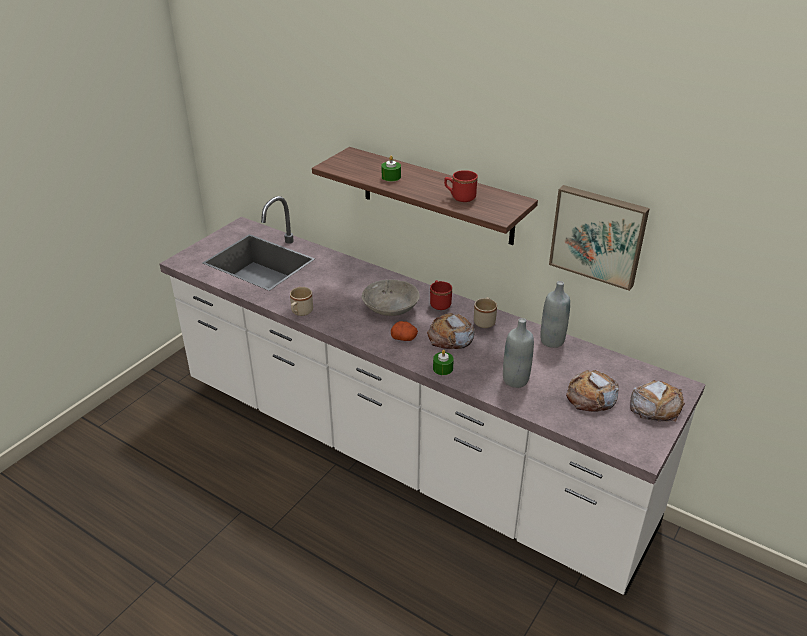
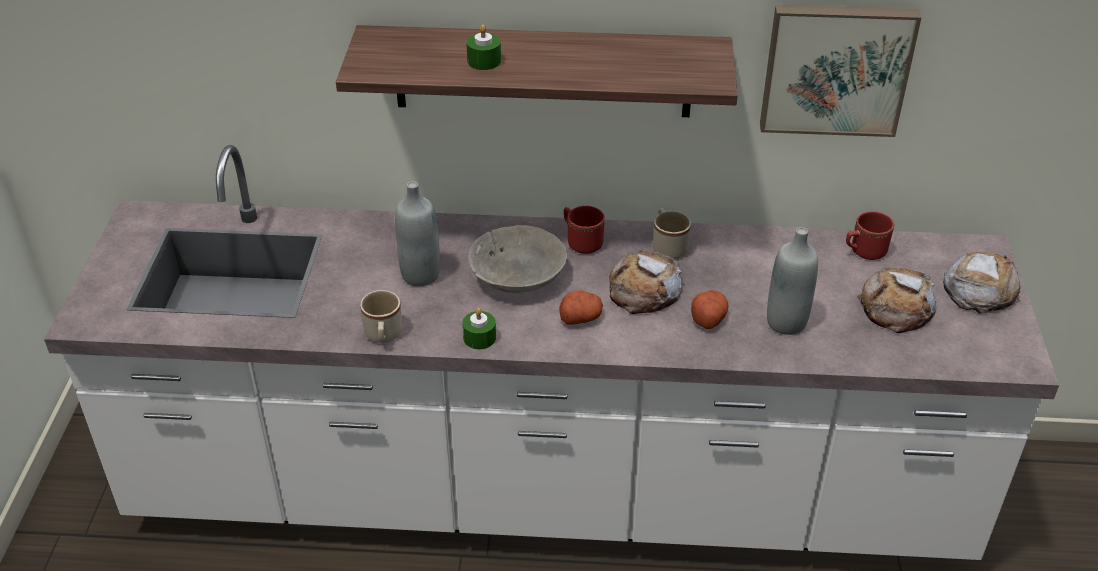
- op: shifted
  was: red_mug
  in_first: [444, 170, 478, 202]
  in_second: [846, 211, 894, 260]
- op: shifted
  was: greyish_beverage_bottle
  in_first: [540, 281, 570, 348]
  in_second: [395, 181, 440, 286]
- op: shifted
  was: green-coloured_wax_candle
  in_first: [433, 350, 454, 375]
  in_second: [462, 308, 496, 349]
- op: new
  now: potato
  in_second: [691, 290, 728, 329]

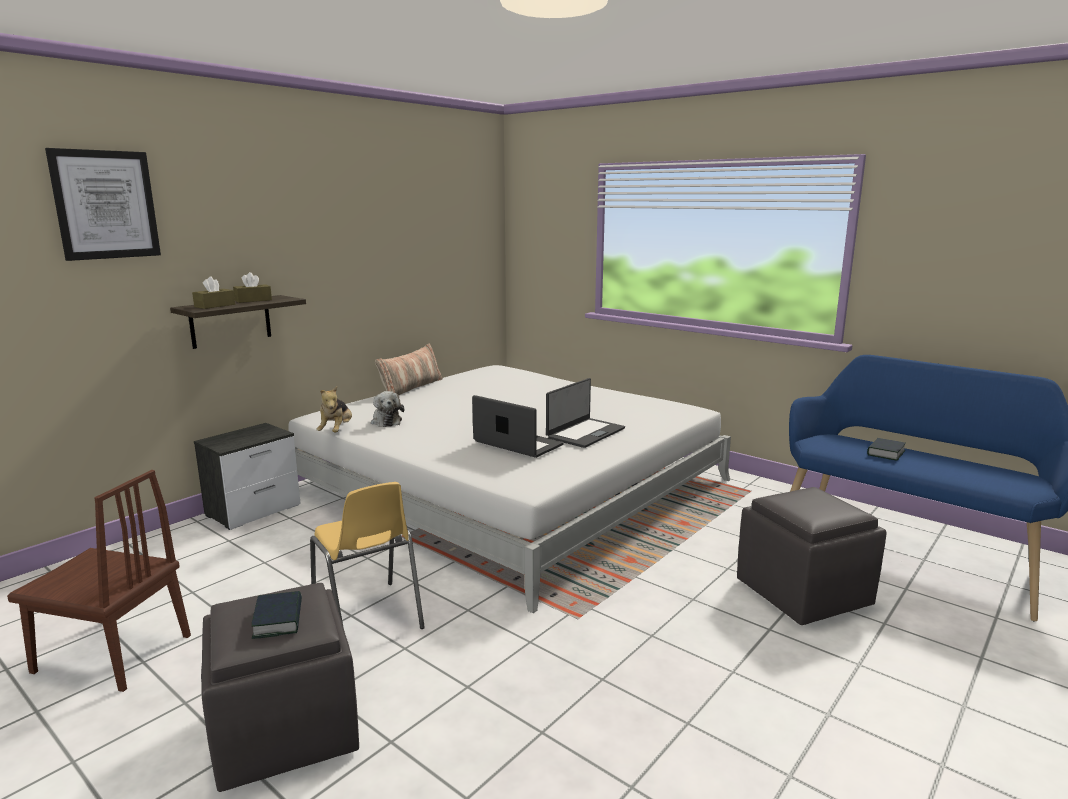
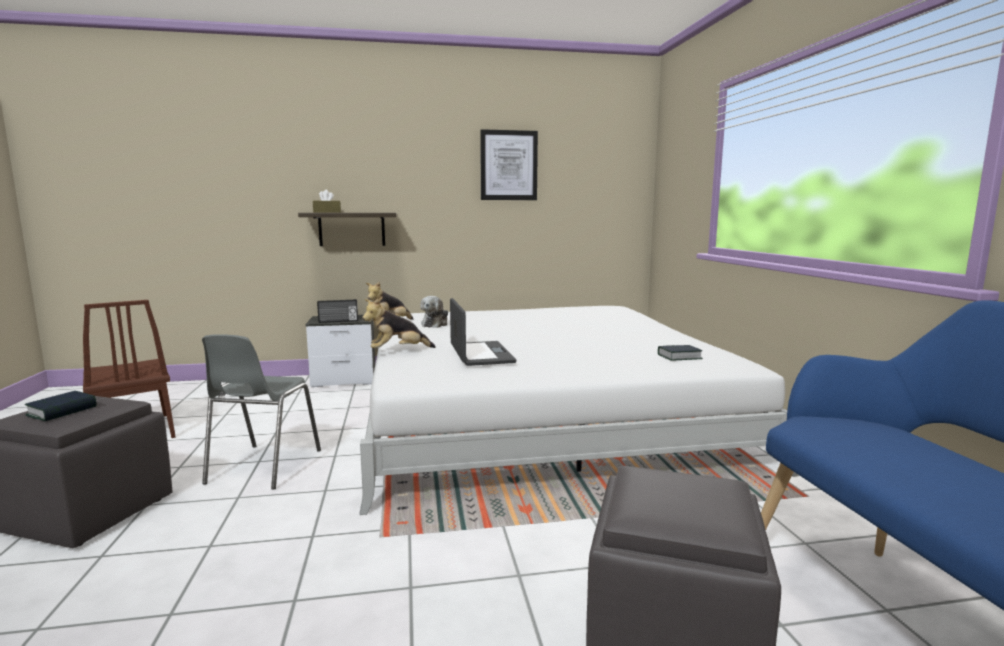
- op: shifted
  was: wall_picture
  in_first: [45, 148, 161, 261]
  in_second: [480, 129, 538, 200]
- op: gone
  was: brown_tissue_holder
  in_first: [233, 272, 272, 303]
- op: gone
  was: throw_pillow
  in_first: [375, 344, 443, 396]
- op: gone
  was: notebook_computer
  in_first: [546, 378, 625, 448]
- op: shifted
  was: volume
  in_first: [867, 438, 905, 461]
  in_second: [658, 345, 703, 361]
- op: repainted
  was: yellow-coloured_chair
  now: greyish_chair
  in_first: [310, 482, 425, 629]
  in_second: [202, 334, 321, 490]
- op: new
  now: radio
  in_second: [317, 299, 358, 323]
- op: new
  now: cuddly_toy
  in_second: [362, 299, 436, 348]

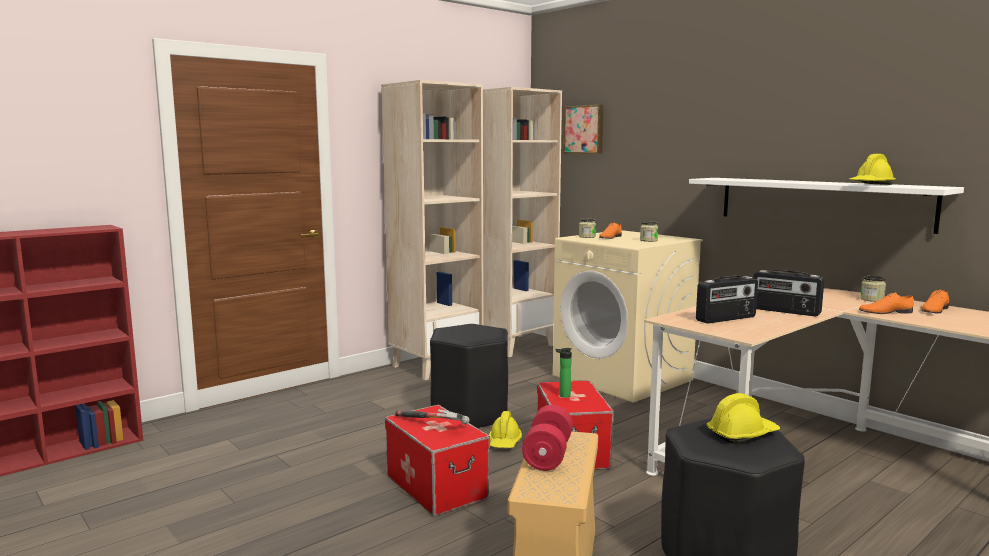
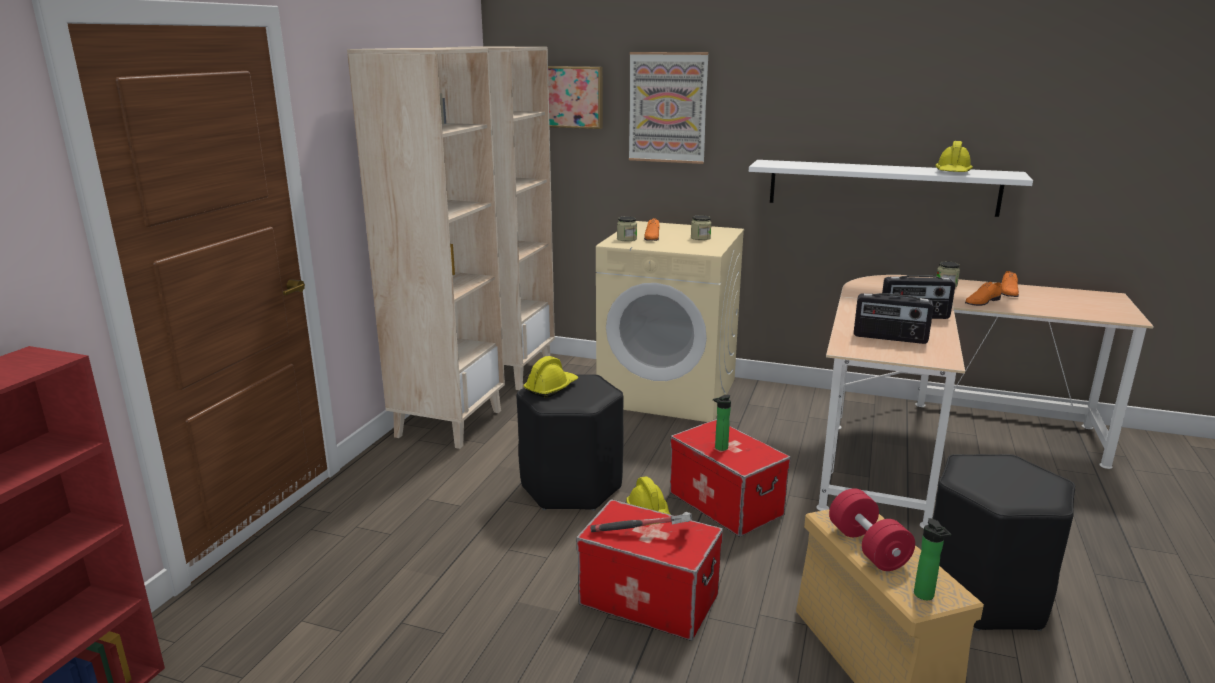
- op: rotated
  was: radio
  in_first: [696, 276, 758, 324]
  in_second: [854, 293, 933, 344]
  clockwise: 75
- op: shifted
  was: yellow-coloured_work_helmet
  in_first: [707, 393, 780, 444]
  in_second: [524, 356, 578, 398]
- op: new
  now: wall_picture
  in_second: [629, 52, 709, 164]
- op: new
  now: beverage_bottle
  in_second: [914, 518, 951, 600]

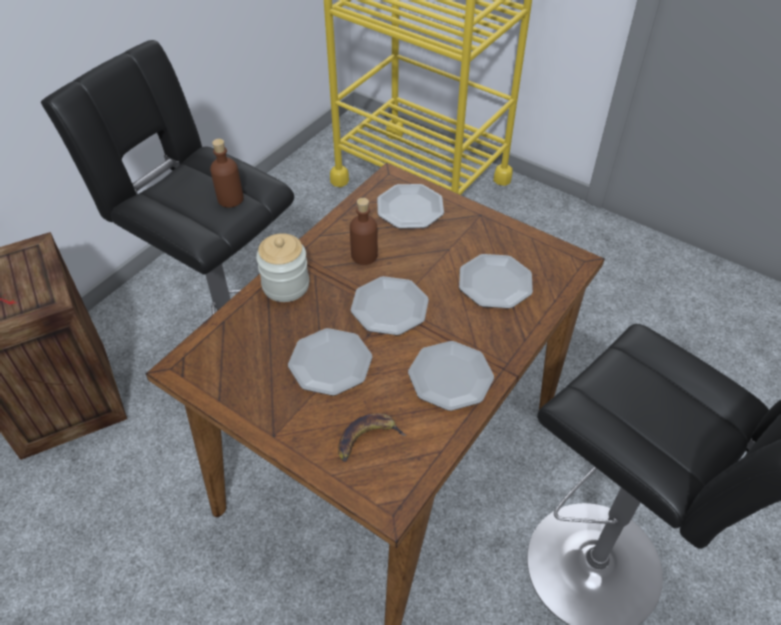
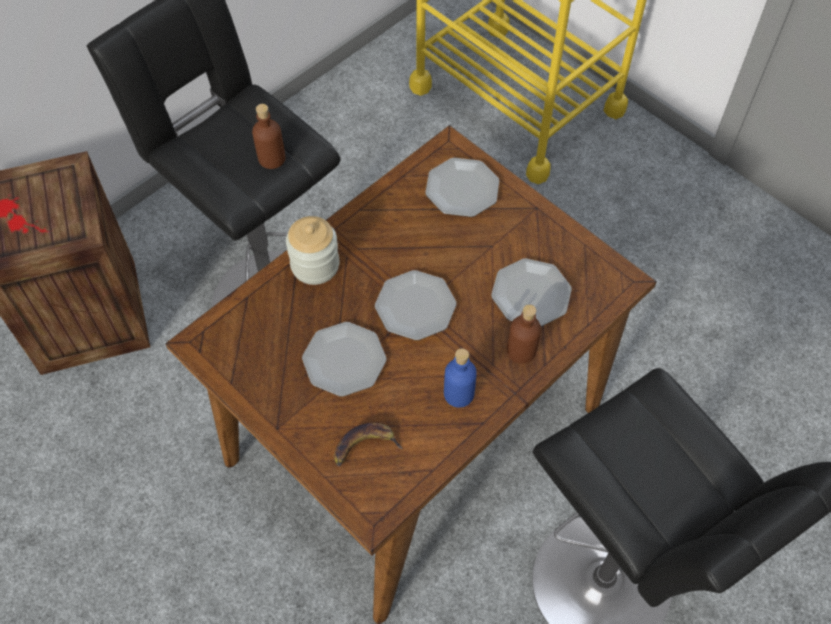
- op: shifted
  was: brown_beverage_bottle
  in_first: [350, 198, 378, 265]
  in_second: [507, 304, 541, 364]
- op: swapped
  was: plate
  now: blue-coloured_beverage_bottle
  in_first: [408, 341, 494, 411]
  in_second: [444, 348, 477, 408]

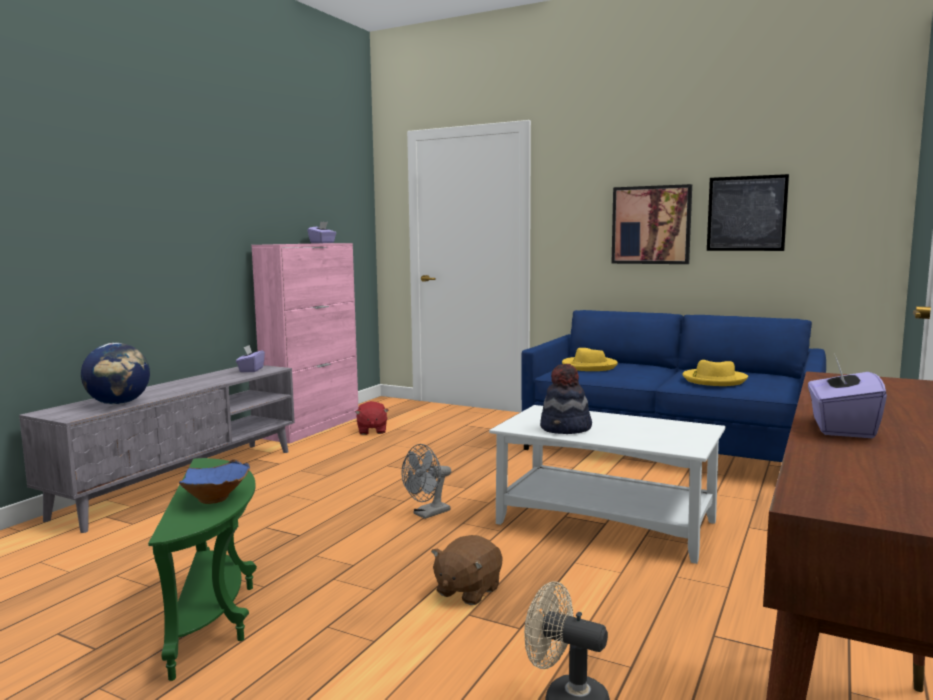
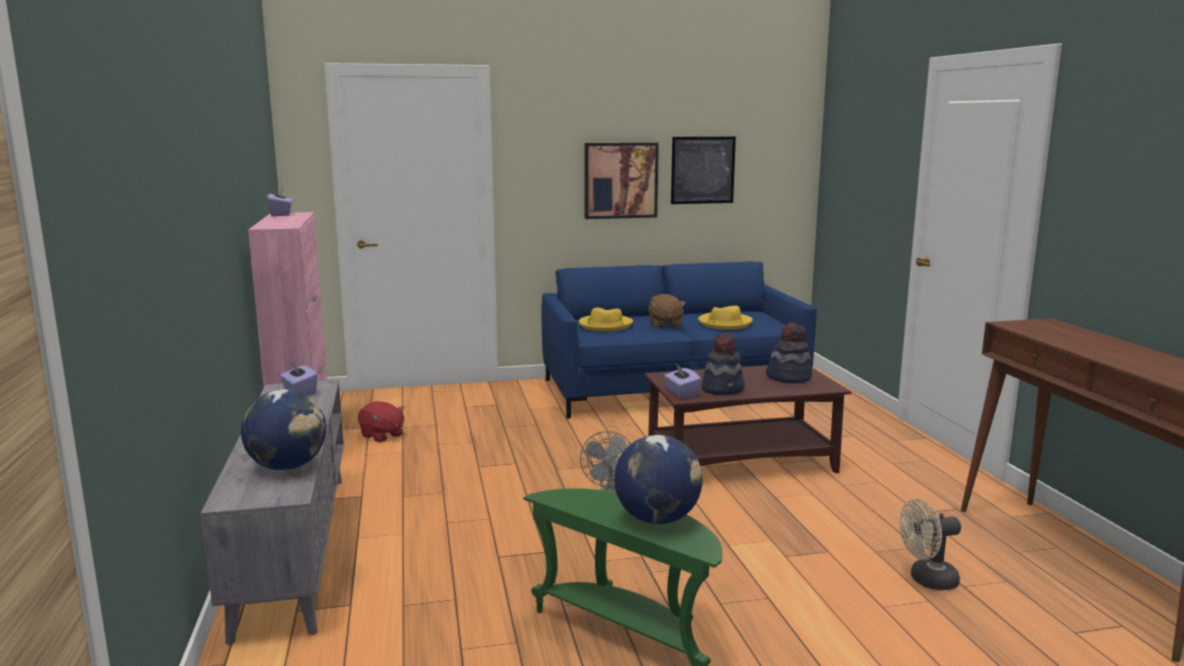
- op: shifted
  was: purple-coloured_tissue_holder
  in_first: [808, 356, 887, 438]
  in_second: [664, 364, 701, 398]
- op: repainted
  was: white-coloured_coffee_table
  now: brown_coffee_table
  in_first: [489, 405, 726, 564]
  in_second: [644, 365, 851, 473]
- op: swapped
  was: blue-coloured_bowl
  now: desk_globe
  in_first: [179, 459, 250, 504]
  in_second: [614, 435, 703, 524]
- op: shifted
  was: brown_cuddly_toy
  in_first: [431, 535, 502, 605]
  in_second: [648, 294, 685, 328]
- op: new
  now: clothing_hat
  in_second: [766, 323, 812, 383]

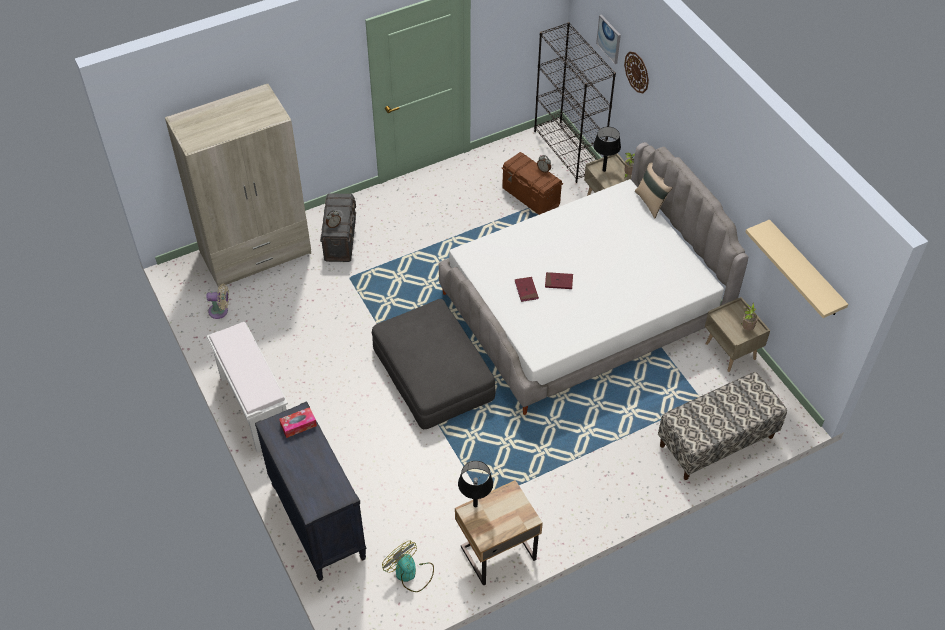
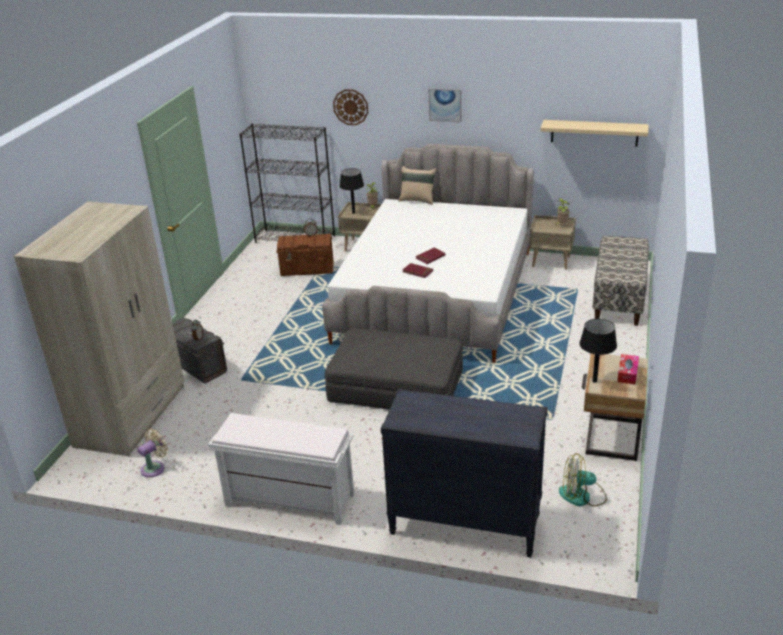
- op: shifted
  was: wall_picture
  in_first: [596, 15, 621, 64]
  in_second: [429, 88, 462, 122]
- op: shifted
  was: tissue_holder
  in_first: [279, 407, 317, 438]
  in_second: [617, 354, 639, 385]

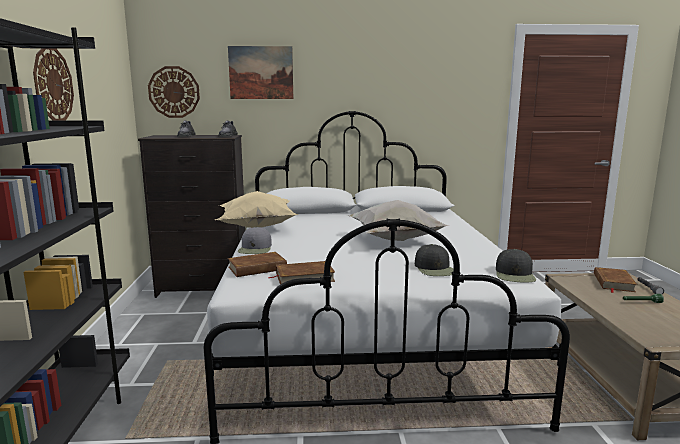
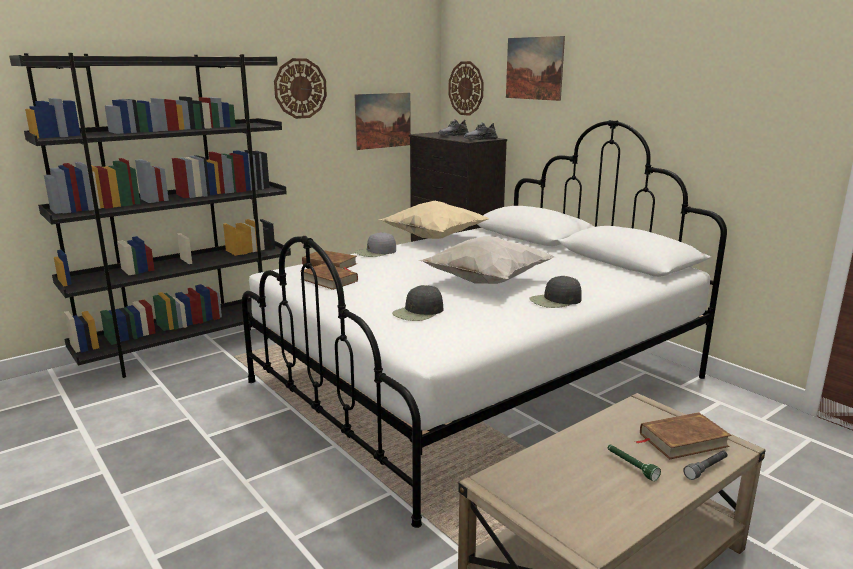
- op: shifted
  was: black-coloured_cap
  in_first: [496, 249, 536, 283]
  in_second: [529, 276, 582, 308]
- op: new
  now: wall_picture
  in_second: [355, 93, 411, 150]

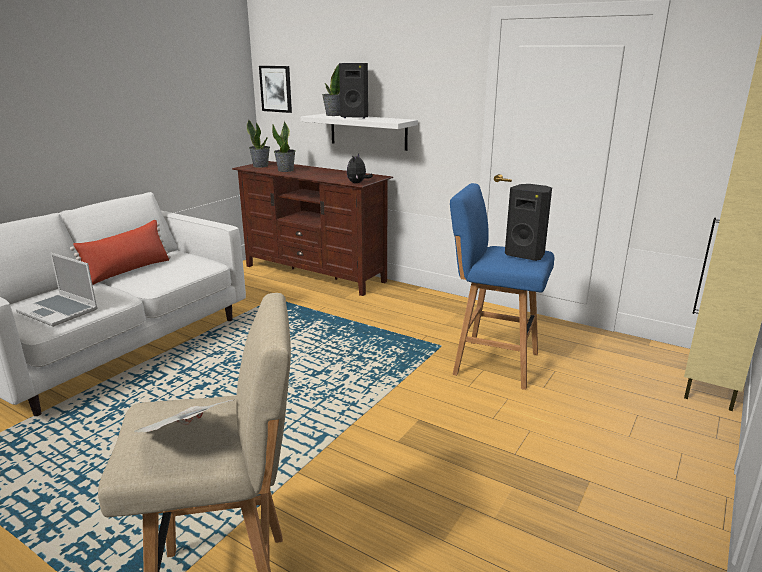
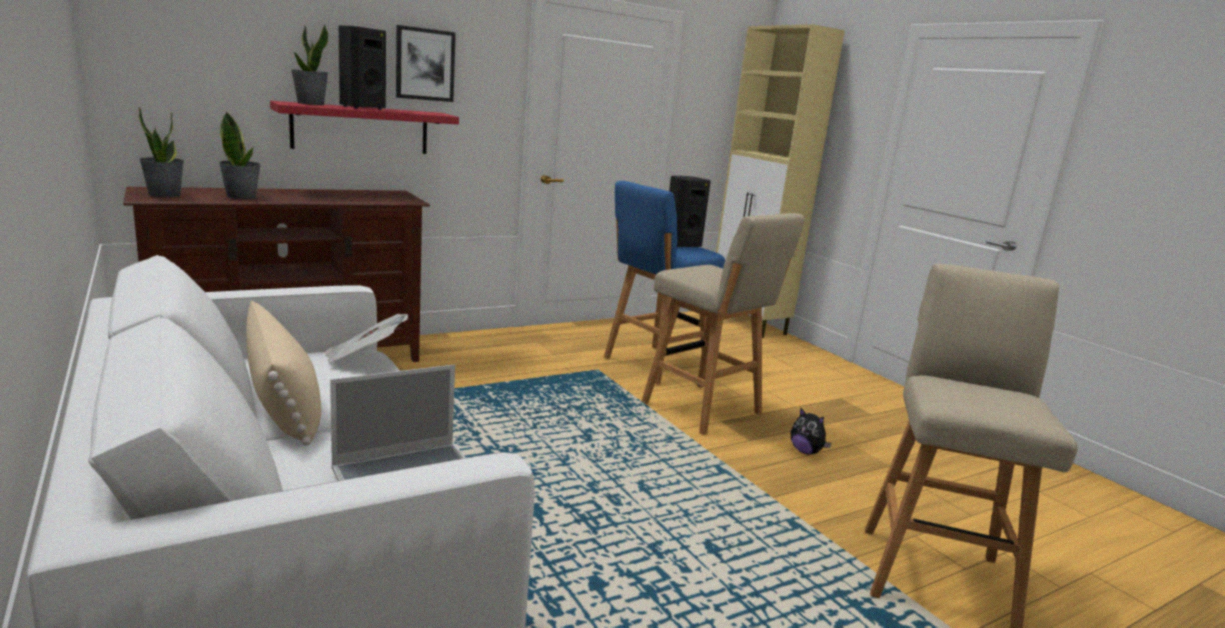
- op: shifted
  was: wall_picture
  in_first: [259, 66, 292, 113]
  in_second: [396, 25, 456, 102]
- op: repainted
  was: white-coloured_wall_shelf
  now: red_wall_shelf
  in_first: [301, 114, 418, 151]
  in_second: [270, 101, 459, 154]
- op: shifted
  was: cuddly_toy
  in_first: [347, 153, 373, 183]
  in_second: [791, 407, 831, 455]
- op: repainted
  was: red_throw_pillow
  now: beige-coloured_throw_pillow
  in_first: [70, 220, 171, 285]
  in_second: [246, 300, 321, 446]
- op: shifted
  was: daily_paper
  in_first: [134, 400, 233, 433]
  in_second: [325, 313, 408, 363]
- op: new
  now: beige-coloured_sitting_stool
  in_second: [642, 213, 805, 435]

